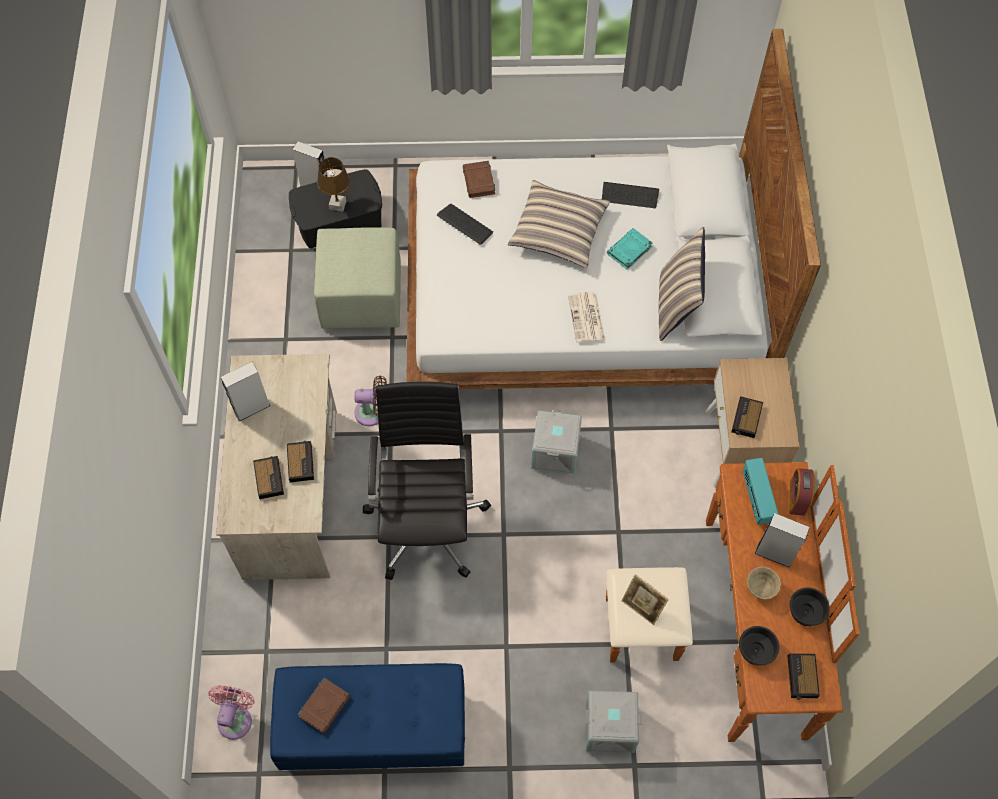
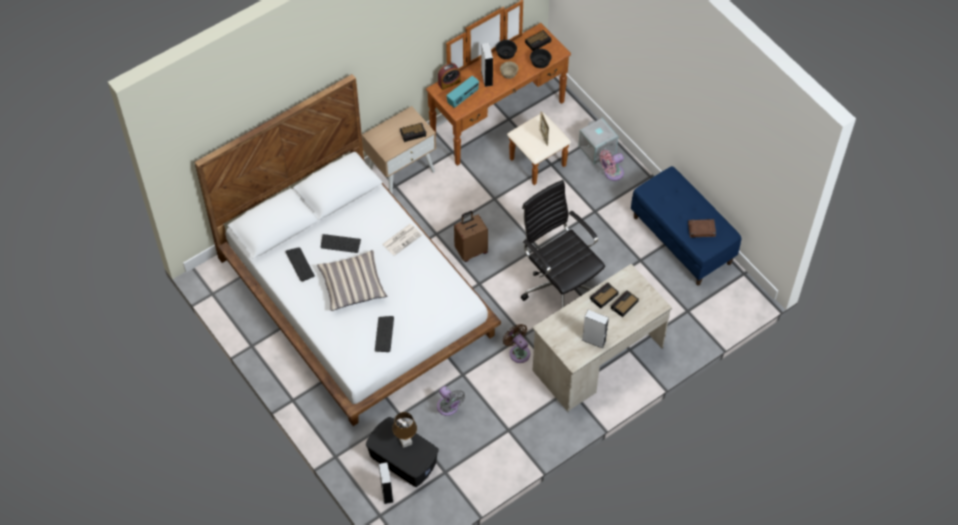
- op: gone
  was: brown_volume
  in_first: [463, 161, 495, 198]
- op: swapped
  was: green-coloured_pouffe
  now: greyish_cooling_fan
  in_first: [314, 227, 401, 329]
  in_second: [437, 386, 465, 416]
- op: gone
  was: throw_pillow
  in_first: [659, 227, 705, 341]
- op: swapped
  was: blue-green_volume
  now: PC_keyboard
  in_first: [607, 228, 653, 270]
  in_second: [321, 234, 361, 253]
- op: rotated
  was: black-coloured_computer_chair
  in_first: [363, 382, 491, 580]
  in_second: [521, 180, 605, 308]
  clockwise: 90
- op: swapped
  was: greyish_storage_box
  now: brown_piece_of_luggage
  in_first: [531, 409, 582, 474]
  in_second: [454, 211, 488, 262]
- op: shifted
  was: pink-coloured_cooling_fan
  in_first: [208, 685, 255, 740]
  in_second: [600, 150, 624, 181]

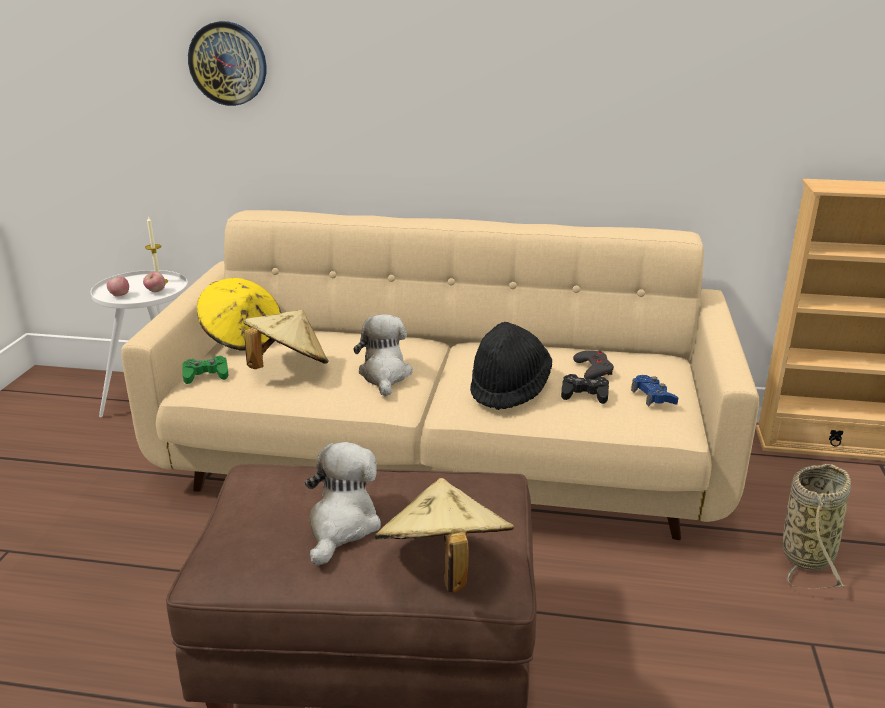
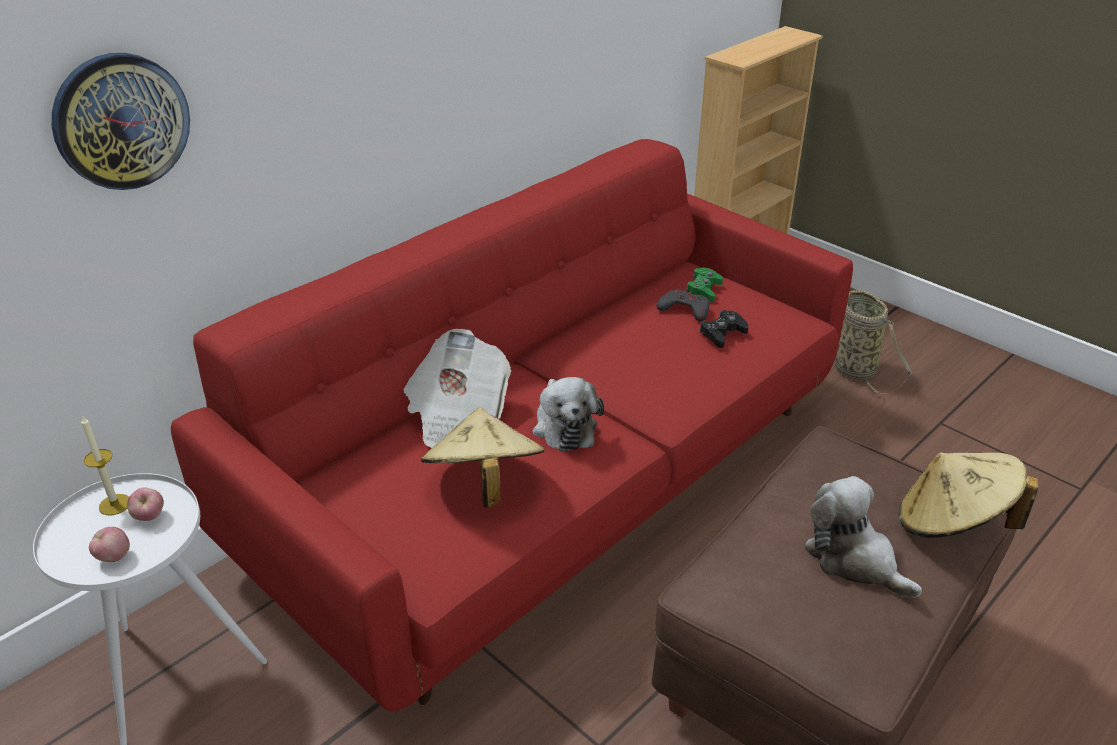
- op: repainted
  was: beige-coloured_settee
  now: red_settee
  in_first: [121, 210, 759, 540]
  in_second: [171, 139, 853, 711]
- op: gone
  was: yellow-coloured_clothing_hat
  in_first: [197, 278, 281, 351]
- op: rotated
  was: cuddly_toy
  in_first: [354, 314, 413, 397]
  in_second: [532, 377, 604, 452]
  clockwise: -135
- op: gone
  was: black-coloured_clothing_hat
  in_first: [470, 322, 552, 410]
- op: shifted
  was: green-coloured_game_controller
  in_first: [182, 356, 228, 384]
  in_second: [686, 268, 723, 302]
- op: gone
  was: blue-coloured_game_controller
  in_first: [631, 375, 678, 406]
- op: new
  now: daily_paper
  in_second: [403, 329, 511, 448]

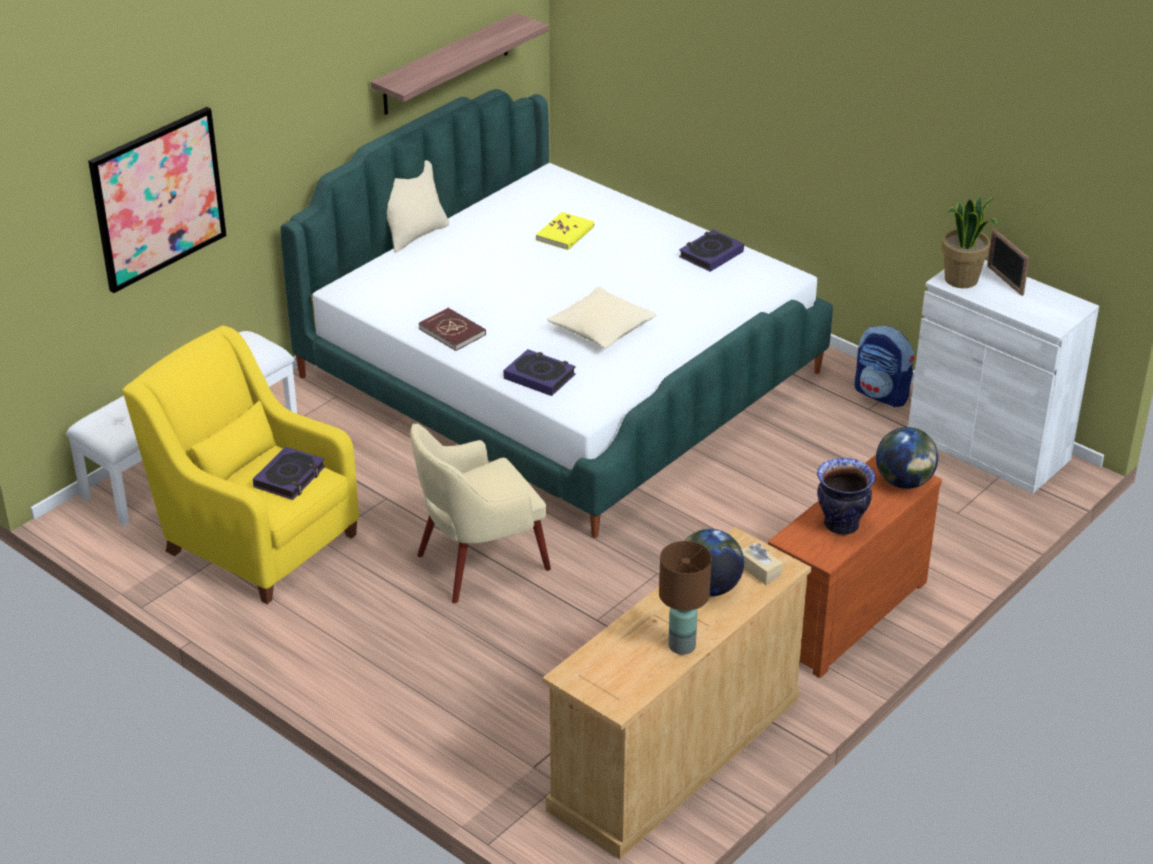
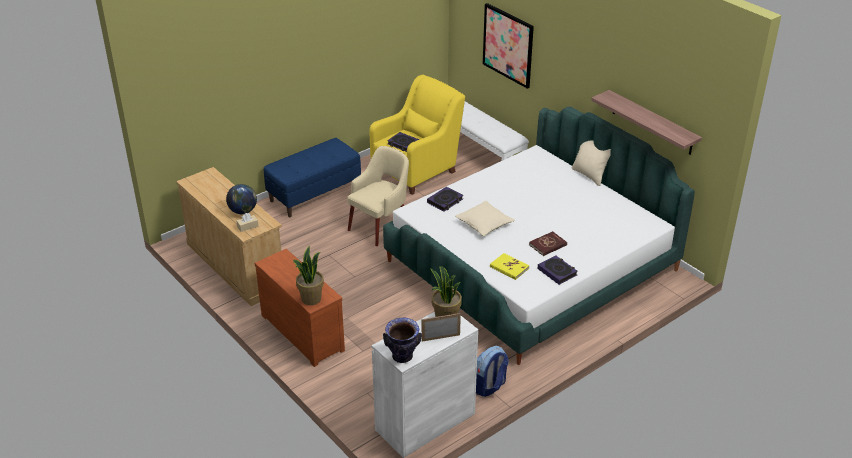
- op: shifted
  was: yellow-coloured_volume
  in_first: [536, 212, 594, 250]
  in_second: [490, 253, 529, 280]
- op: shifted
  was: red_volume
  in_first: [418, 308, 486, 351]
  in_second: [529, 231, 567, 256]
- op: rotated
  was: beige-coloured_lounge_chair
  in_first: [410, 424, 551, 603]
  in_second: [347, 146, 409, 246]
  clockwise: 60
- op: swapped
  was: desk_globe
  now: houseplant
  in_first: [876, 427, 938, 489]
  in_second: [293, 246, 324, 305]
- op: shifted
  was: flower_vase
  in_first: [817, 458, 876, 535]
  in_second: [383, 318, 422, 363]
- op: gone
  was: brown_tabletop_lamp
  in_first: [659, 541, 712, 654]
- op: new
  now: blue-coloured_bench
  in_second: [264, 138, 361, 217]

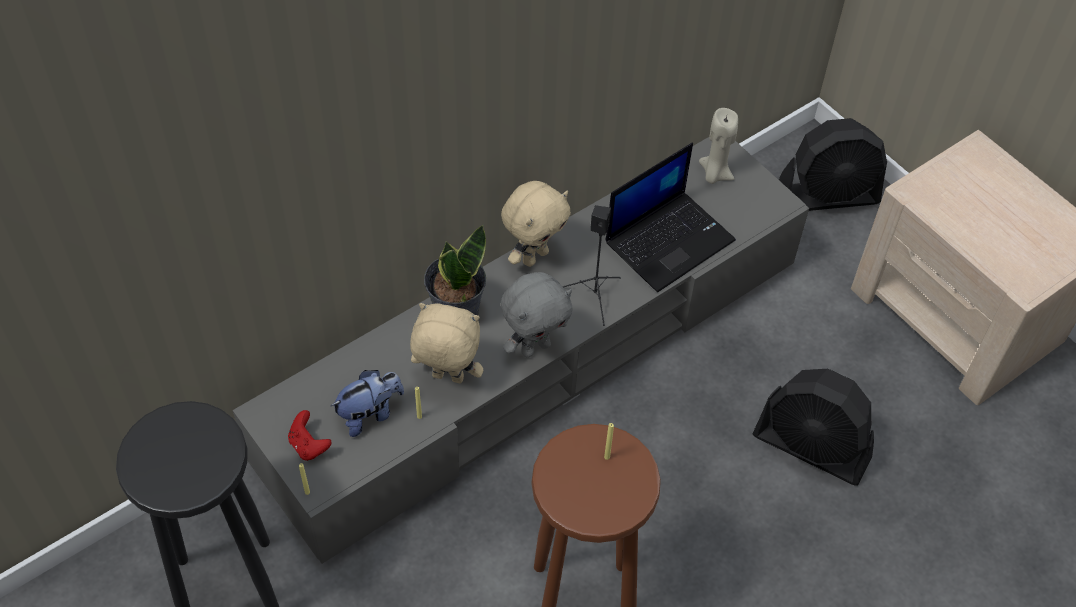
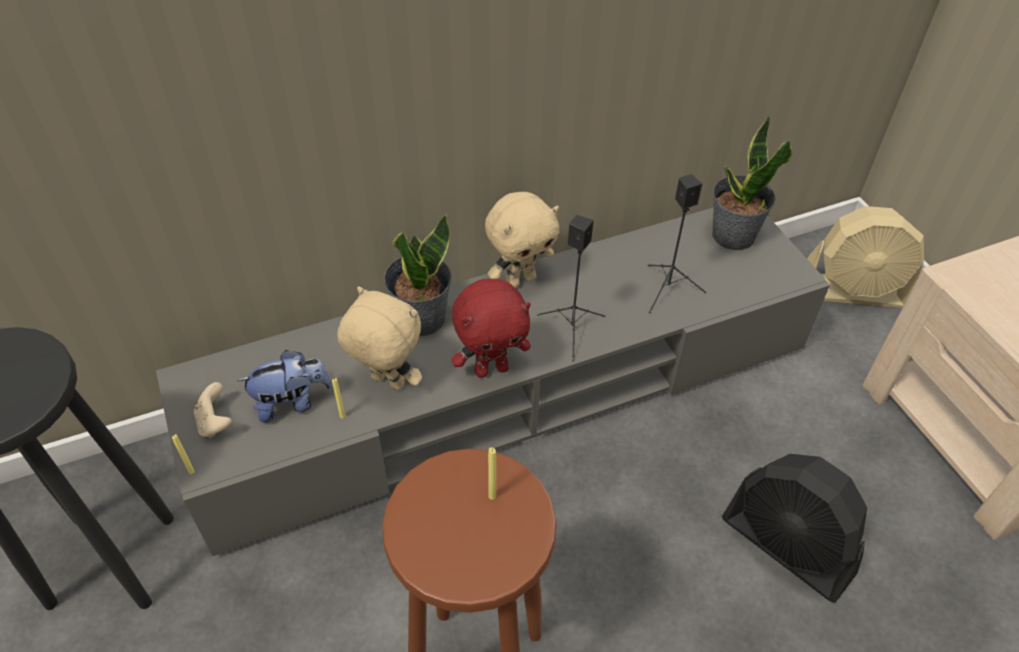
- op: swapped
  was: beige-coloured_wax_candle
  now: houseplant
  in_first: [699, 108, 738, 184]
  in_second: [713, 116, 793, 250]
- op: repainted
  was: black-coloured_cooling_fan
  now: beige-coloured_cooling_fan
  in_first: [779, 118, 887, 211]
  in_second: [807, 206, 924, 308]
- op: swapped
  was: notebook_computer
  now: black-coloured_loudspeaker
  in_first: [605, 143, 736, 292]
  in_second: [648, 174, 706, 313]
- op: repainted
  was: greyish_cuddly_toy
  now: red_cuddly_toy
  in_first: [501, 272, 573, 358]
  in_second: [452, 279, 531, 378]
- op: repainted
  was: red_game_controller
  now: beige-coloured_game_controller
  in_first: [288, 410, 332, 461]
  in_second: [194, 382, 232, 438]

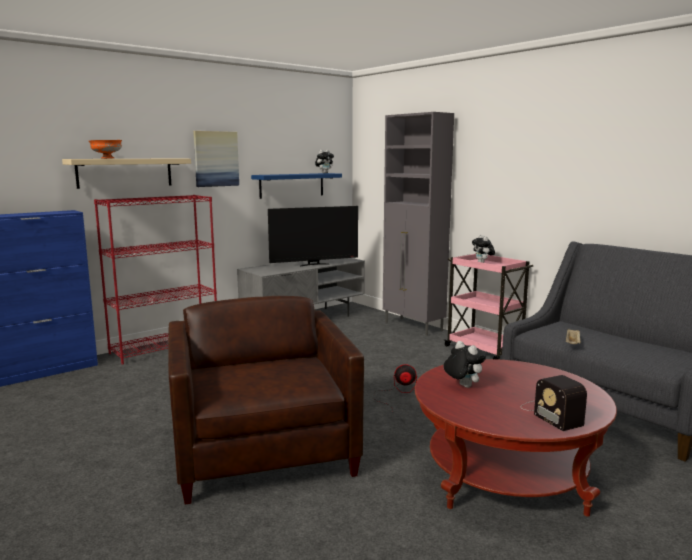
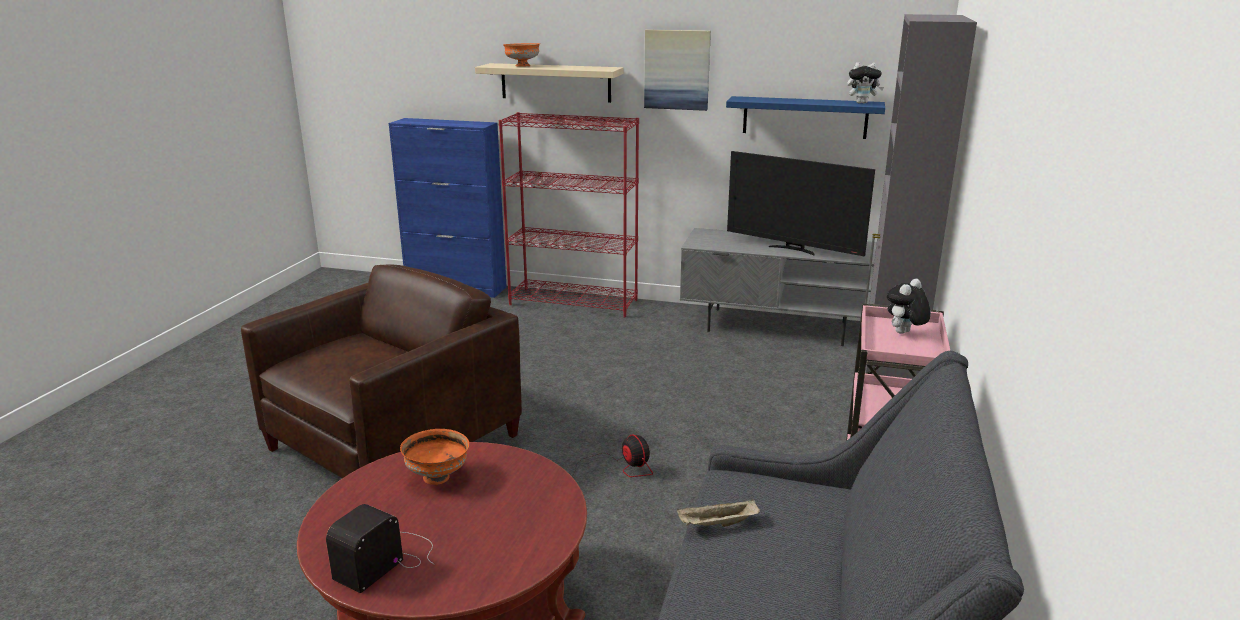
- op: swapped
  was: cuddly_toy
  now: orange-coloured_bowl
  in_first: [444, 341, 486, 388]
  in_second: [400, 429, 469, 485]

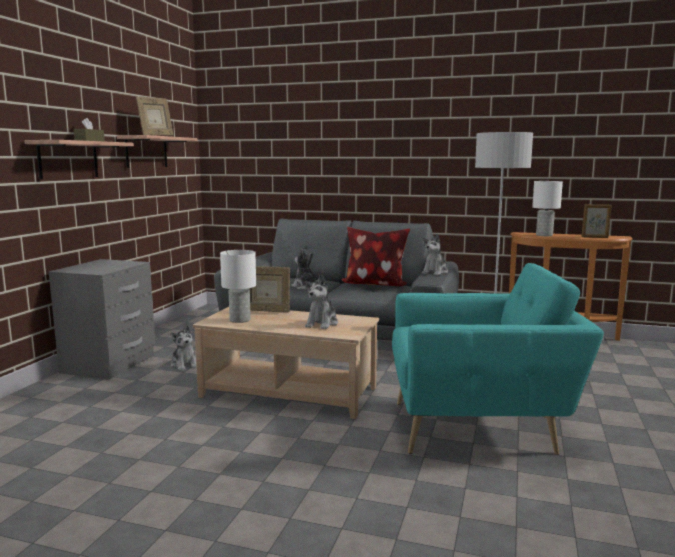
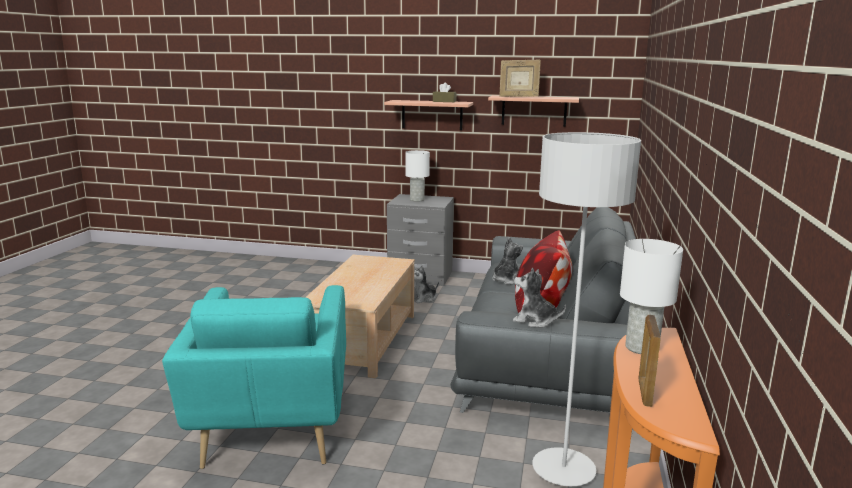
- op: shifted
  was: white-coloured_tabletop_lamp
  in_first: [220, 250, 256, 323]
  in_second: [405, 150, 430, 202]
- op: gone
  was: standing_frame
  in_first: [248, 266, 290, 313]
- op: gone
  was: cuddly_toy
  in_first: [305, 275, 338, 329]

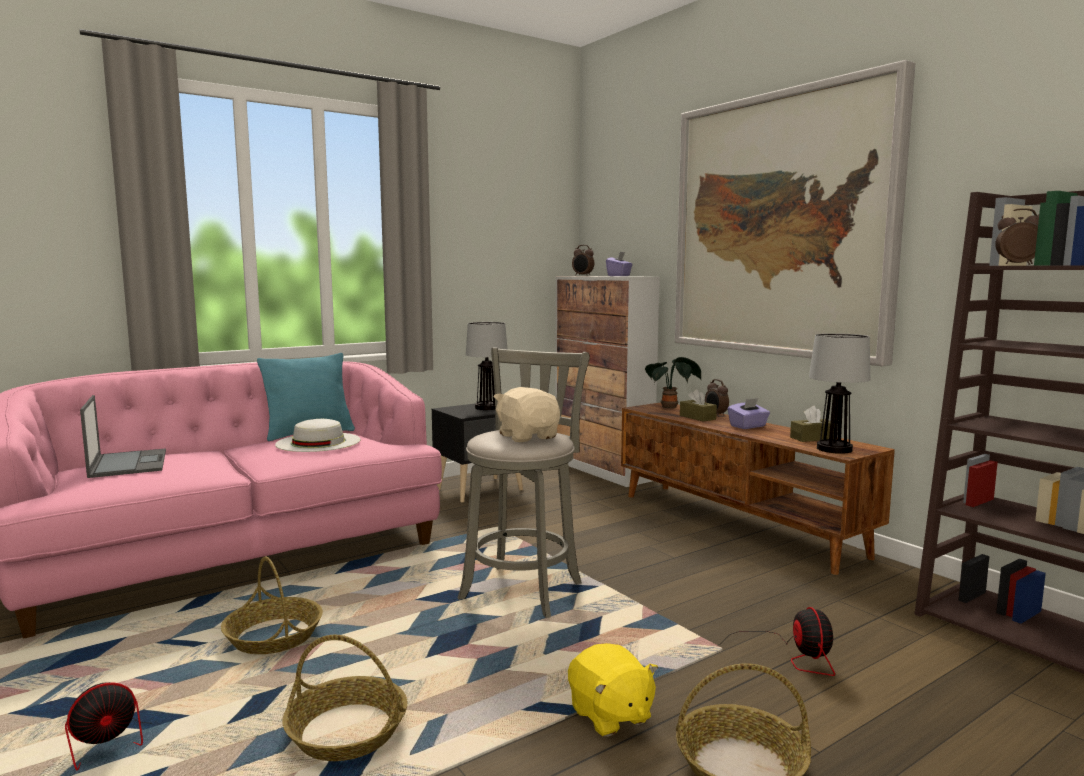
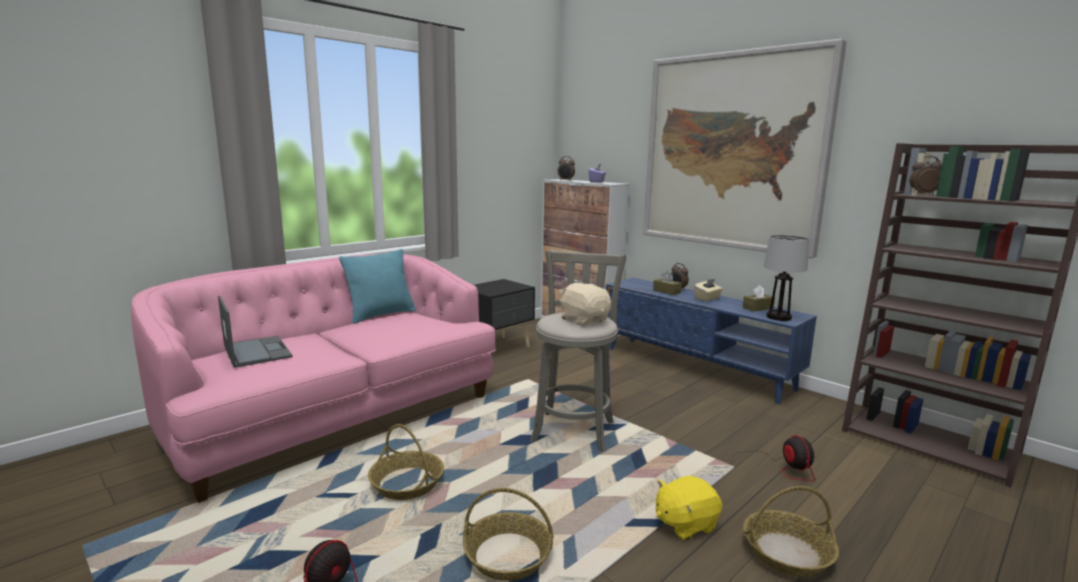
- op: gone
  was: tabletop_lamp
  in_first: [466, 322, 507, 410]
- op: gone
  was: houseplant
  in_first: [645, 357, 701, 408]
- op: repainted
  was: purple-coloured_tissue_holder
  now: beige-coloured_tissue_holder
  in_first: [728, 398, 770, 429]
  in_second: [694, 278, 723, 302]
- op: repainted
  was: brown_media_console
  now: blue-coloured_media_console
  in_first: [621, 402, 895, 575]
  in_second: [606, 278, 817, 404]
- op: gone
  was: white-coloured_clothing_hat
  in_first: [275, 419, 361, 452]
- op: rotated
  was: yellow-coloured_cuddly_toy
  in_first: [568, 643, 658, 737]
  in_second: [656, 476, 722, 541]
  clockwise: 105

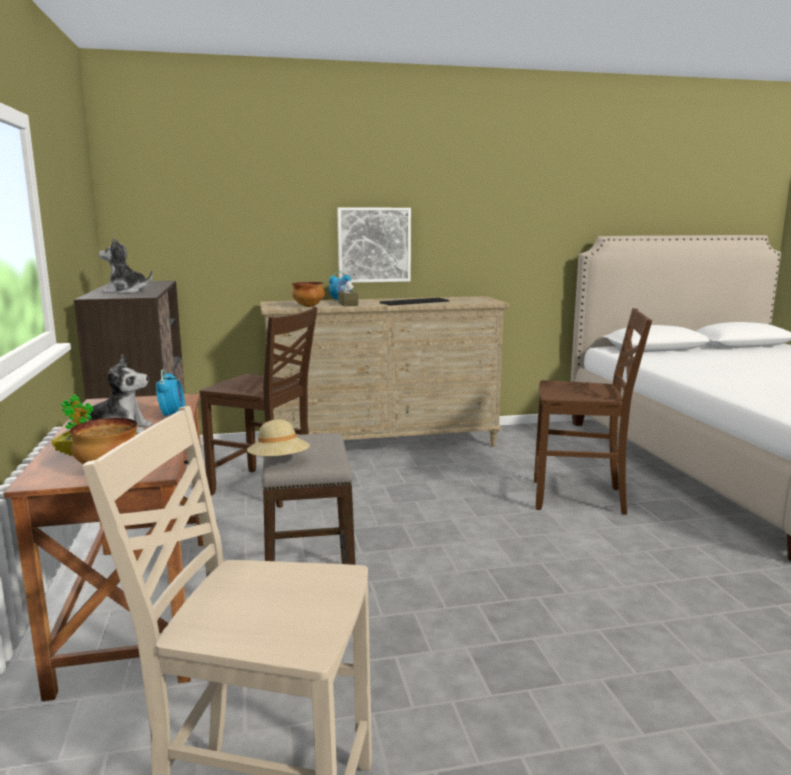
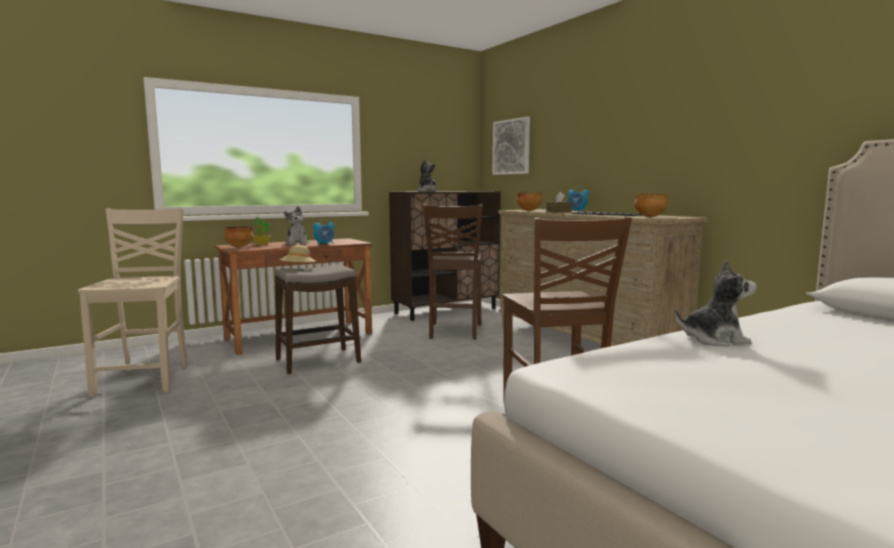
- op: shifted
  was: wall_picture
  in_first: [337, 207, 411, 283]
  in_second: [493, 117, 530, 175]
- op: new
  now: bowl
  in_second: [634, 194, 668, 217]
- op: new
  now: cuddly_toy
  in_second: [675, 260, 757, 347]

